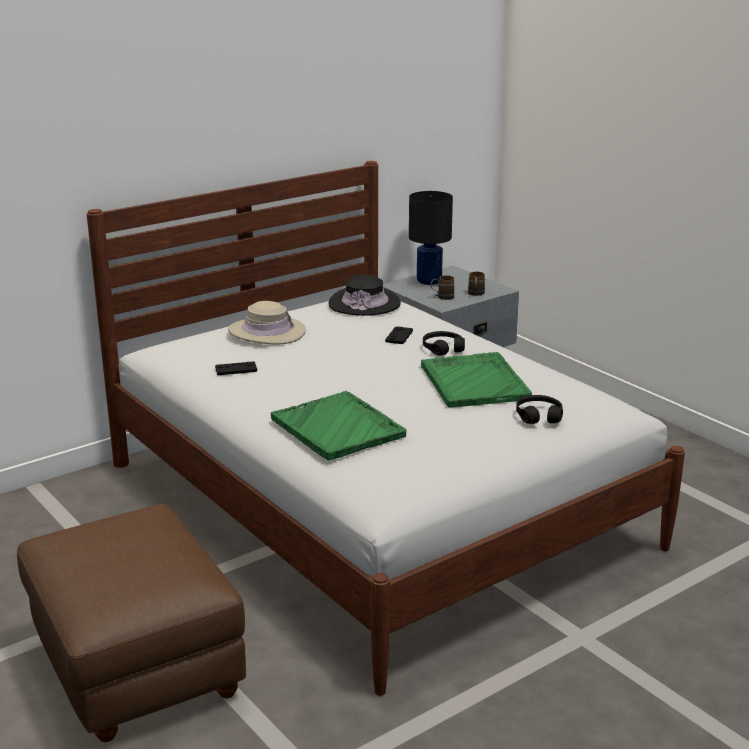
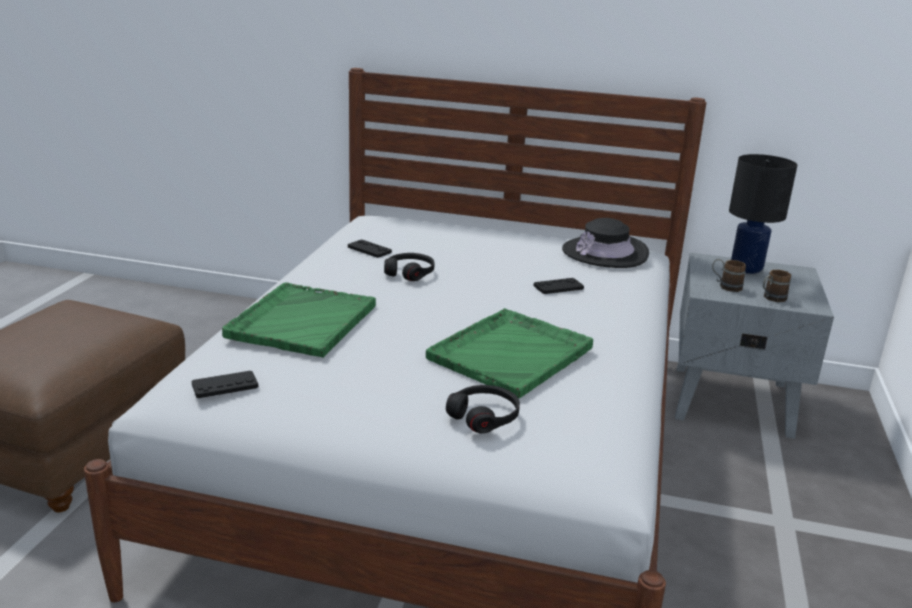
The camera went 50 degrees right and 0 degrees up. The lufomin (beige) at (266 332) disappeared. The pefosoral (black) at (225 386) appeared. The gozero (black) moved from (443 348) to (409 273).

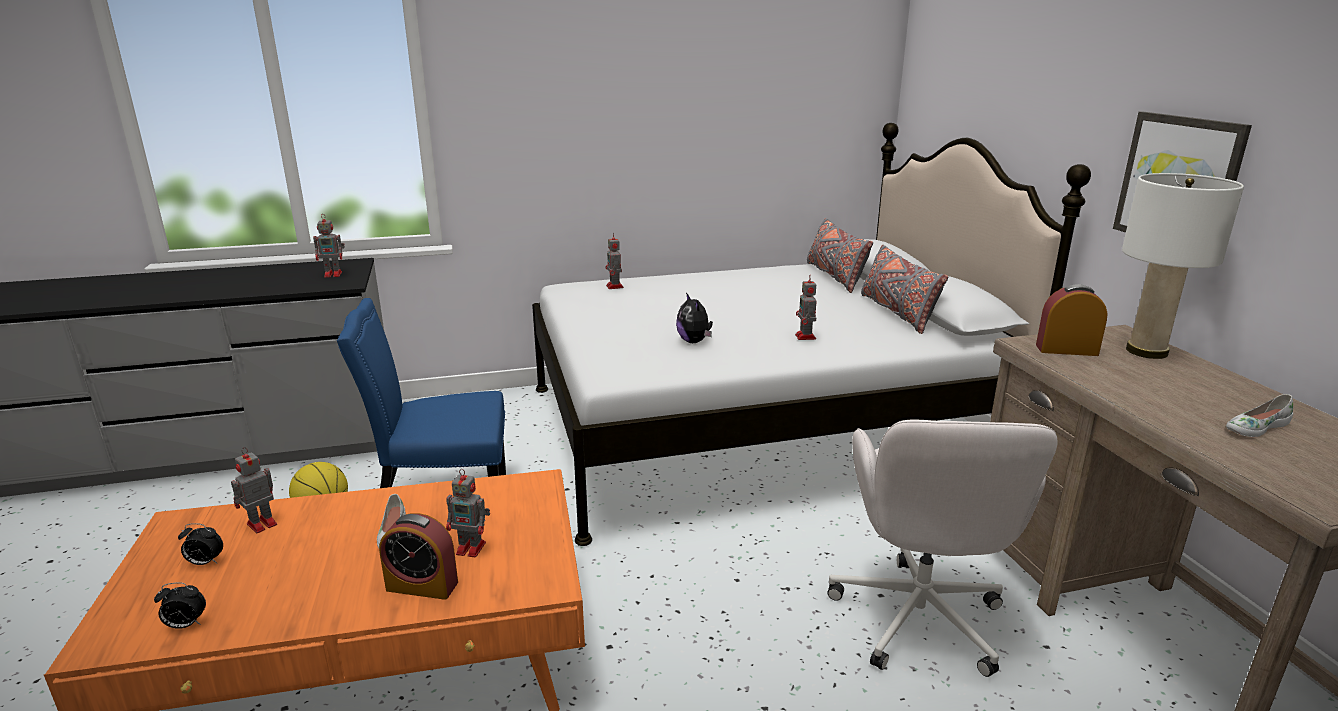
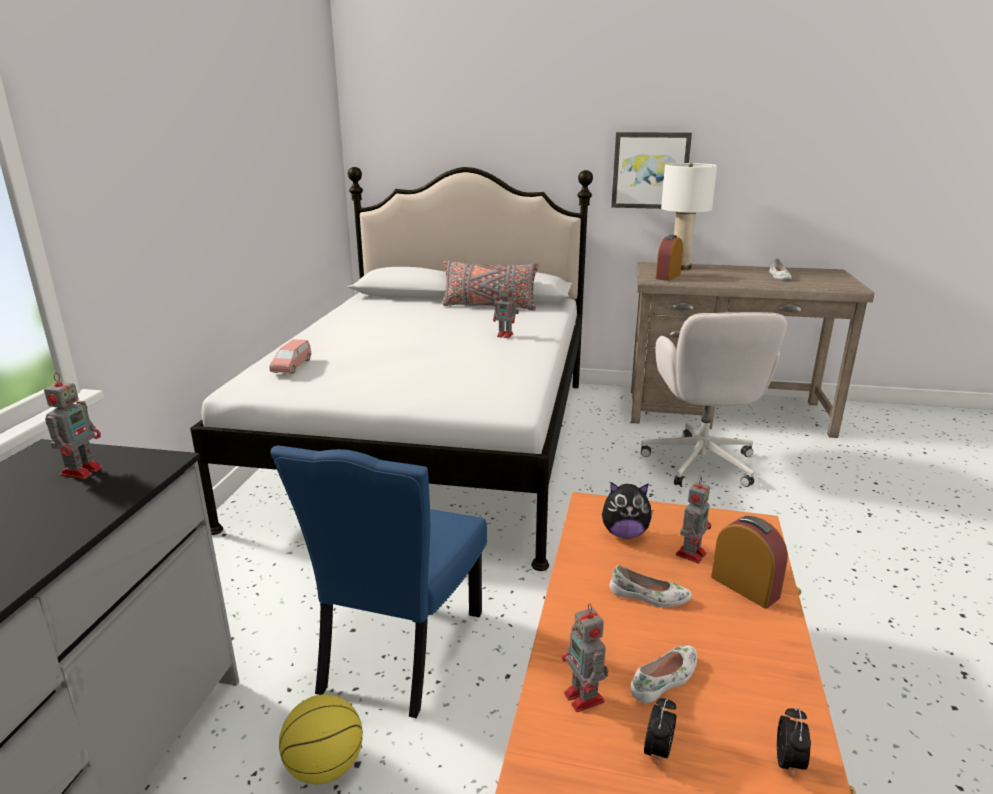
The camera went 65 degrees left and 0 degrees up. The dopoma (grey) at (835 276) disappeared. The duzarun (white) at (665 679) appeared. The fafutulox moved from (694 341) to (624 533). The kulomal at (615 287) was replaced by the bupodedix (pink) at (292 366). The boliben at (422 586) turned 75 degrees counterclockwise. The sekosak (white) at (917 618) turned 60 degrees clockwise.

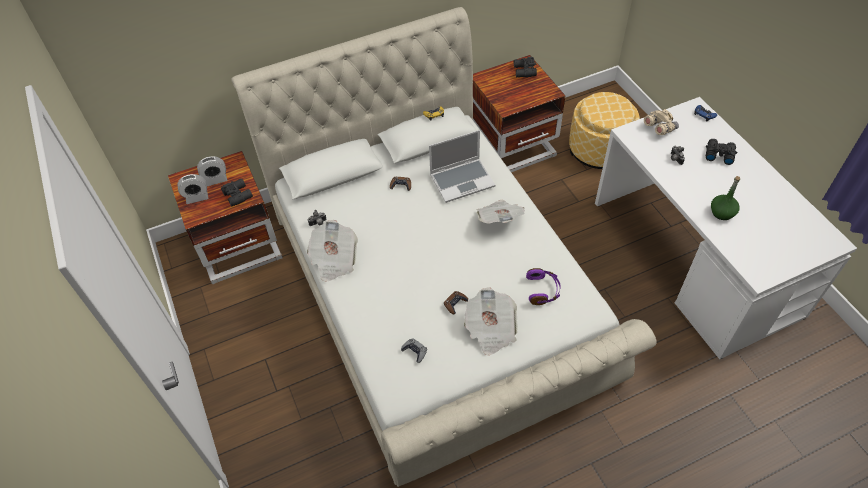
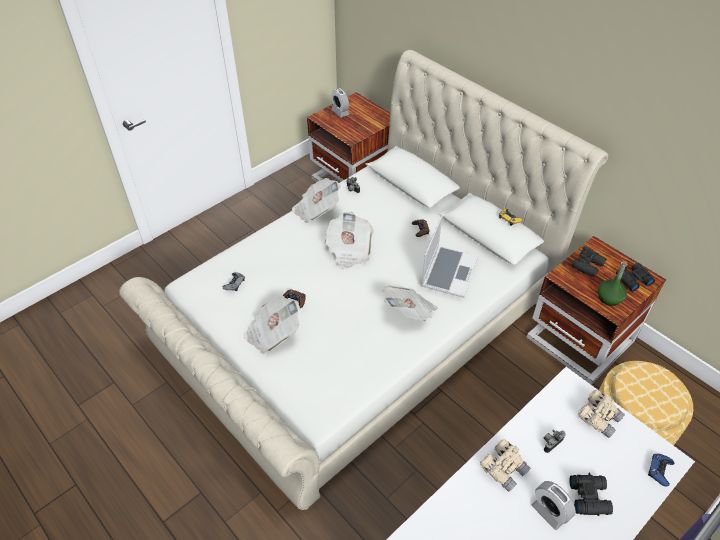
The camera went 70 degrees right and 5 degrees down. The gozero (purple) at (543 290) disappeared. The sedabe at (349 250) appeared. The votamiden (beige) at (503 469) appeared. The boliben moved from (216 179) to (549 512). The votamiden (black) moved from (238 194) to (588 265). The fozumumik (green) moved from (722 212) to (609 298). The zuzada at (462 180) turned 120 degrees counterclockwise.

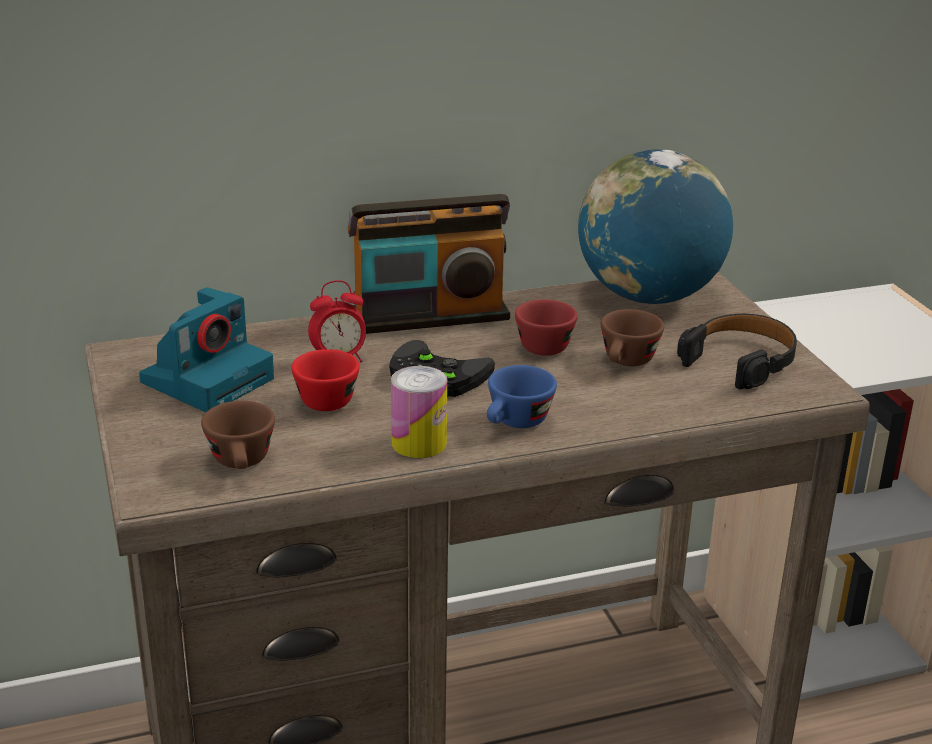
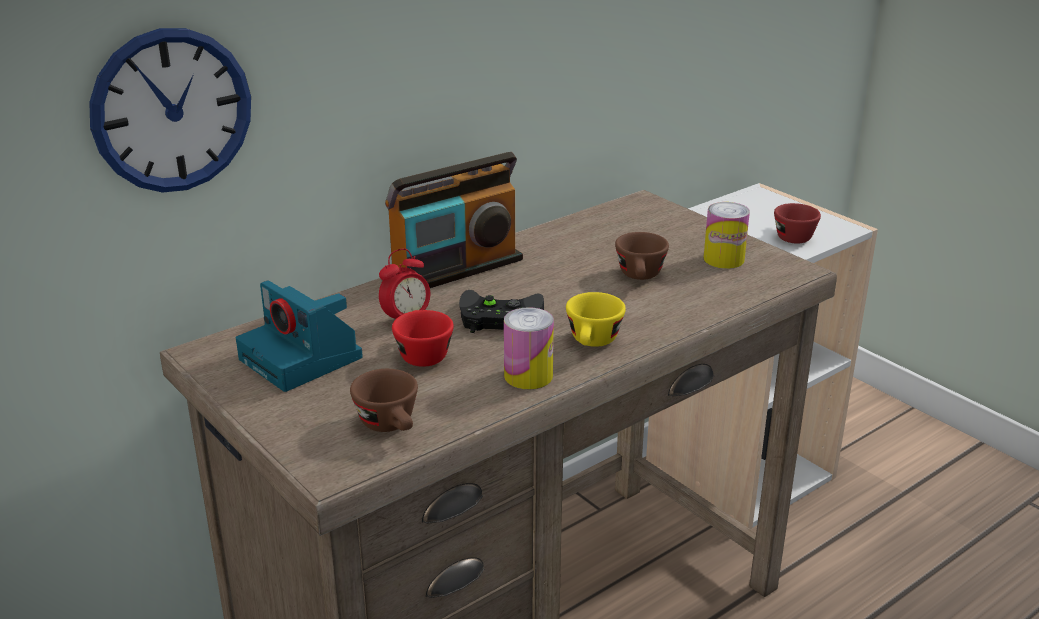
The camera went 20 degrees left and 0 degrees up. The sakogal at (648 297) disappeared. The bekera at (172 111) appeared. The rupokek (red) moved from (545 343) to (791 235). The gozero (black) at (740 361) was replaced by the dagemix at (723 259). The rupokek (blue) at (516 423) became the rupokek (yellow) at (593 343). The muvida at (208 379) turned 120 degrees clockwise.

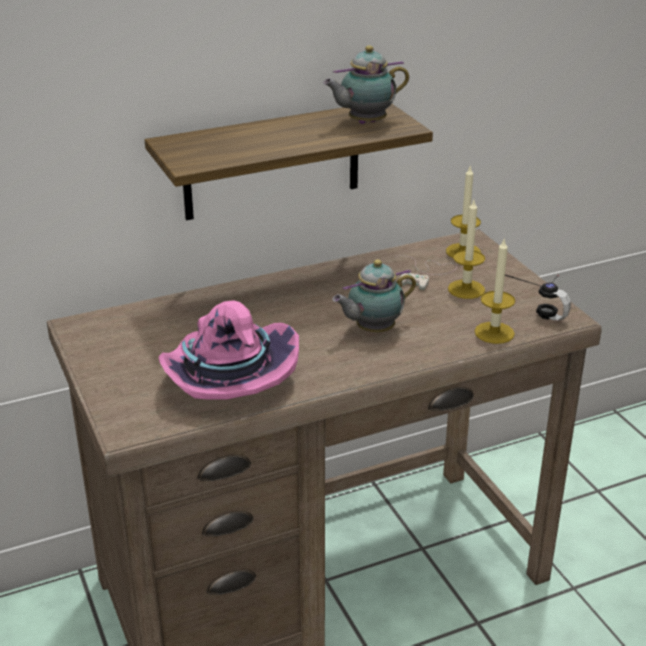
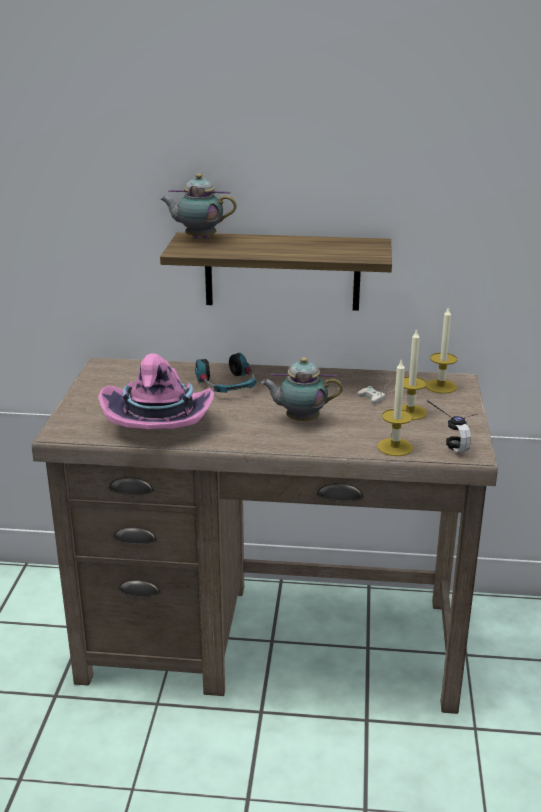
The camera went 30 degrees right and 5 degrees down. The gozero at (227 385) appeared. The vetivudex moved from (364 123) to (198 238).

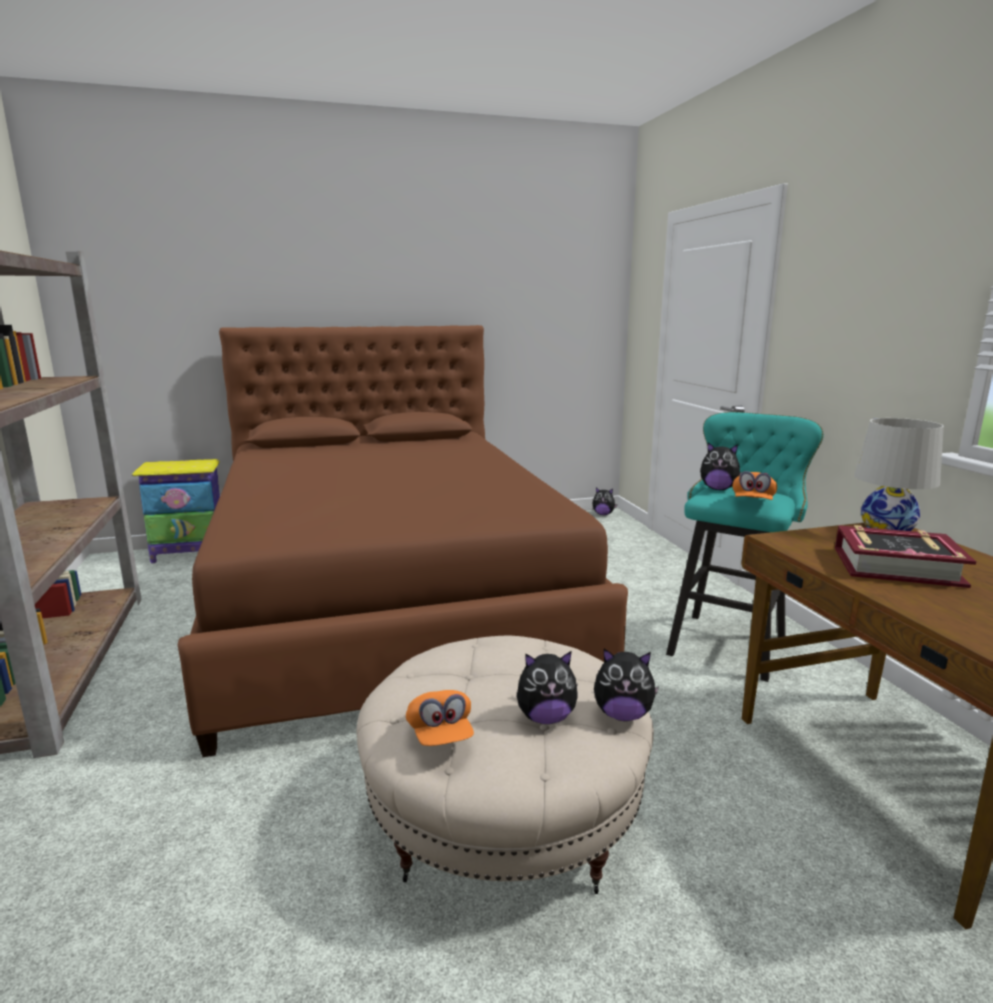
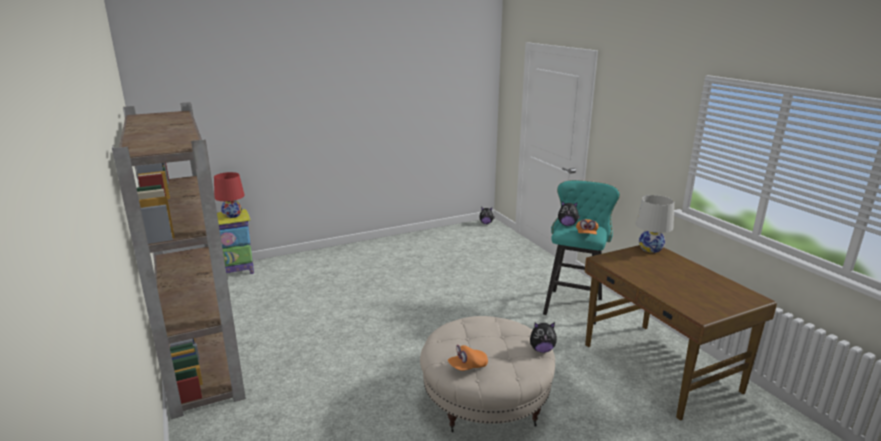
The camera went 10 degrees left and 5 degrees up. The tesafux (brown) at (389 597) disappeared. The fafutulox at (545 717) disappeared. The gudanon at (896 567) disappeared. The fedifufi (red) at (232 215) appeared. The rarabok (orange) at (440 735) turned 90 degrees clockwise.

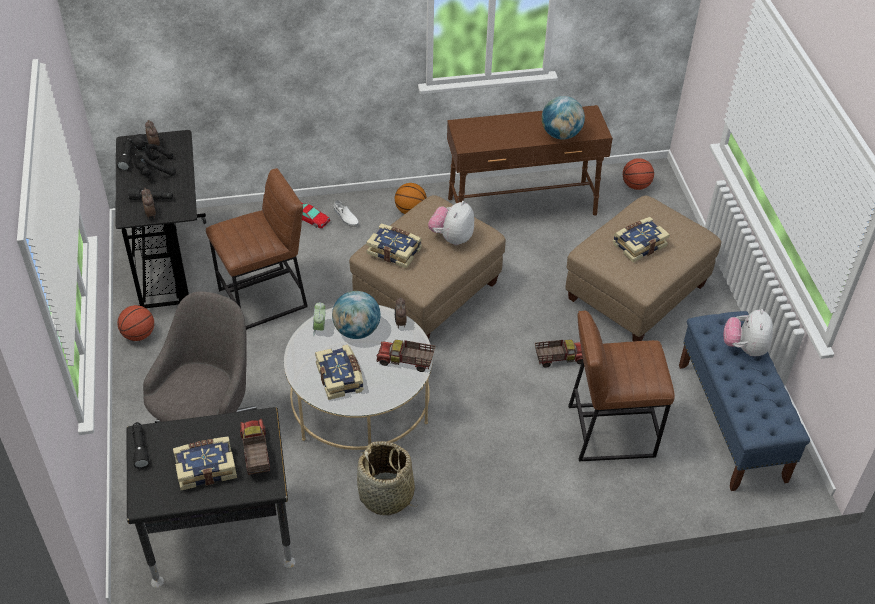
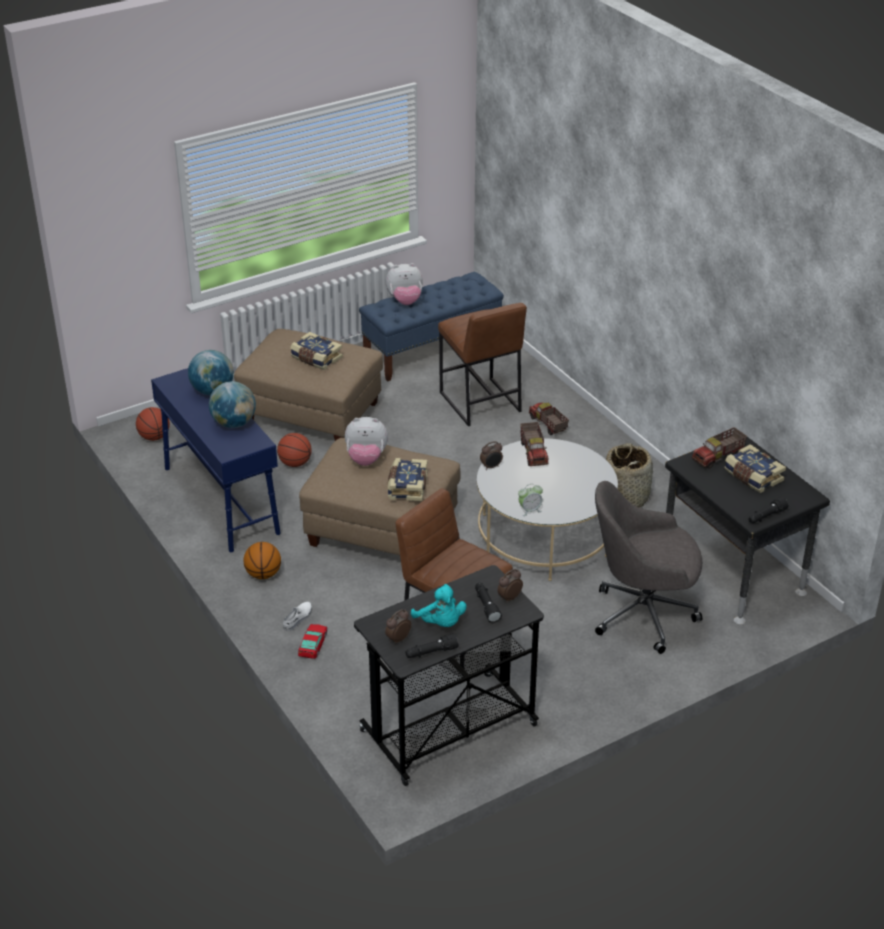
The camera went 110 degrees left and 10 degrees down. The gudanon at (340 377) disappeared. The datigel moved from (138 334) to (295 463). The sakogal moved from (356 331) to (234 423). The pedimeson moved from (559 358) to (547 425). The fafutulox (black) at (153 170) became the fafutulox (turquoise) at (441 623). The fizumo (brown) at (522 207) became the fizumo (blue) at (222 500).

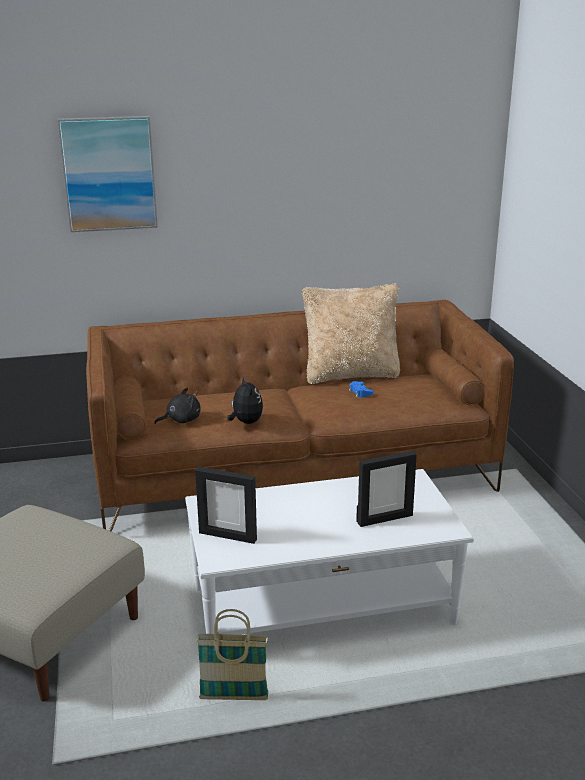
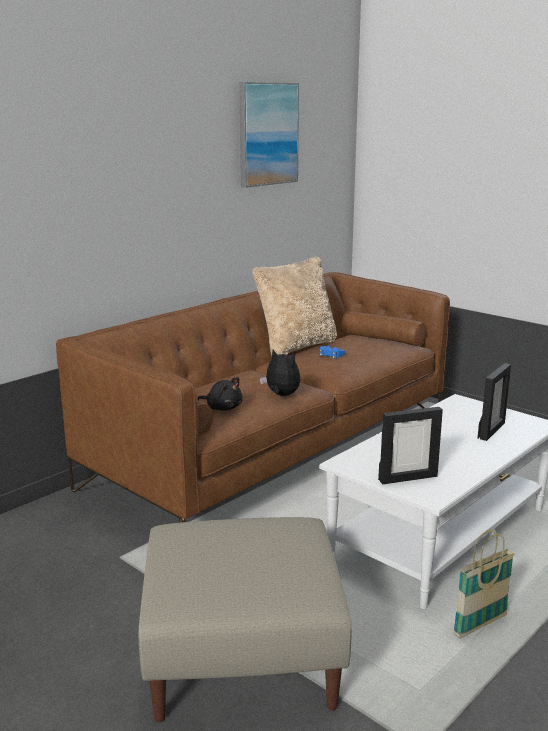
The camera went 35 degrees left and 5 degrees down. The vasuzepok moved from (109 174) to (267 134). The fafutulox (black) at (181 420) turned 90 degrees clockwise.

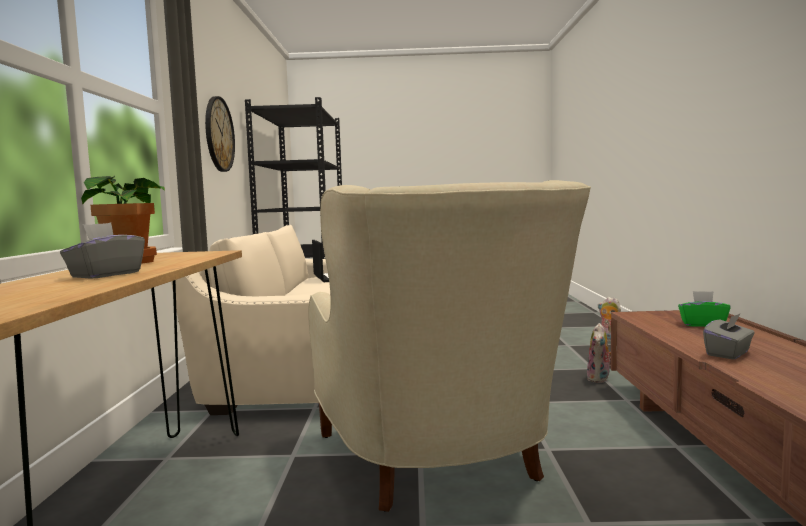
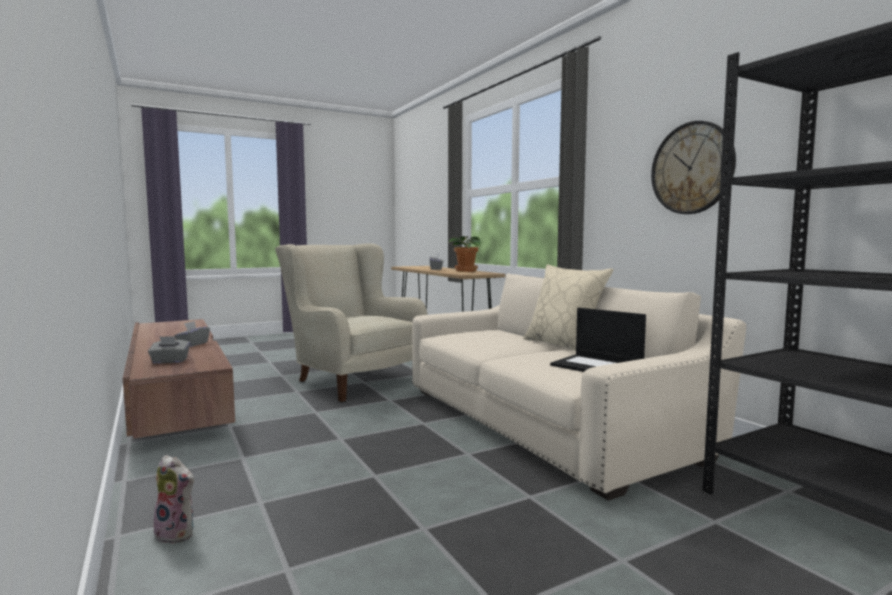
The camera went 150 degrees right and 0 degrees up. The fafutulox at (600 379) disappeared. The dopoma (beige) at (564 345) appeared. The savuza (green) at (702 324) became the savuza (grey) at (170 361).

